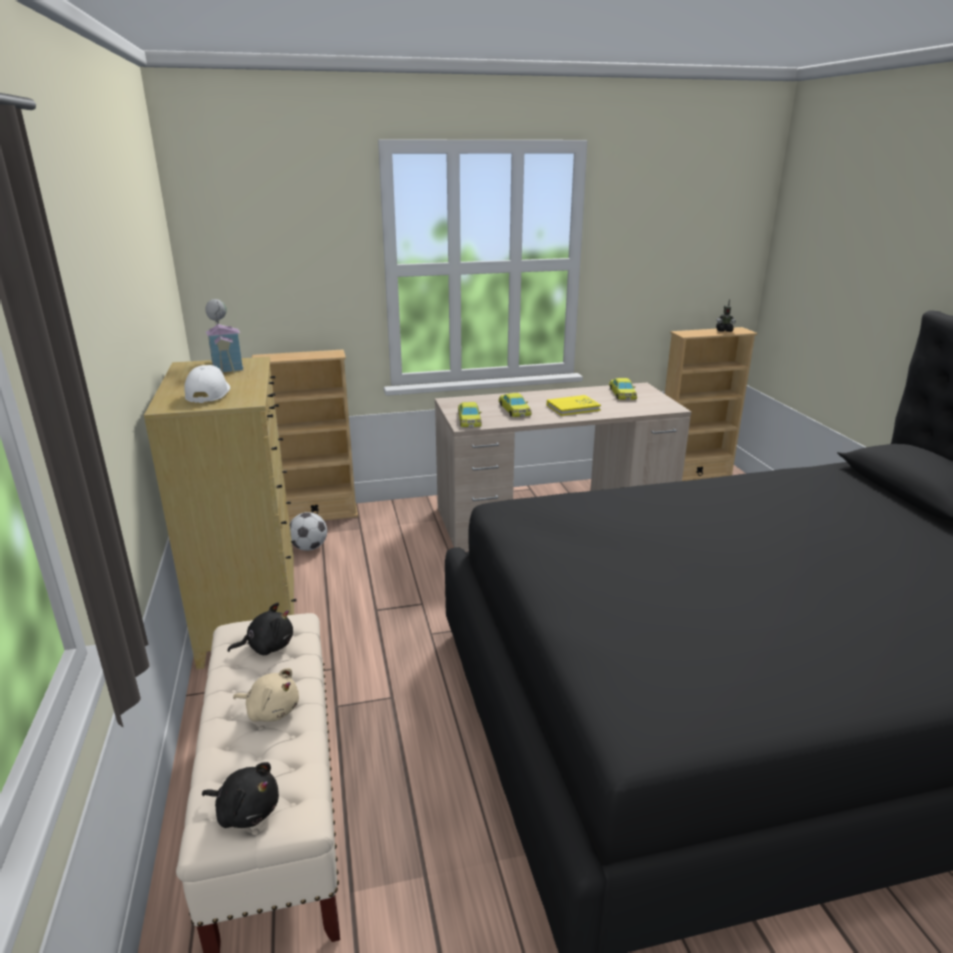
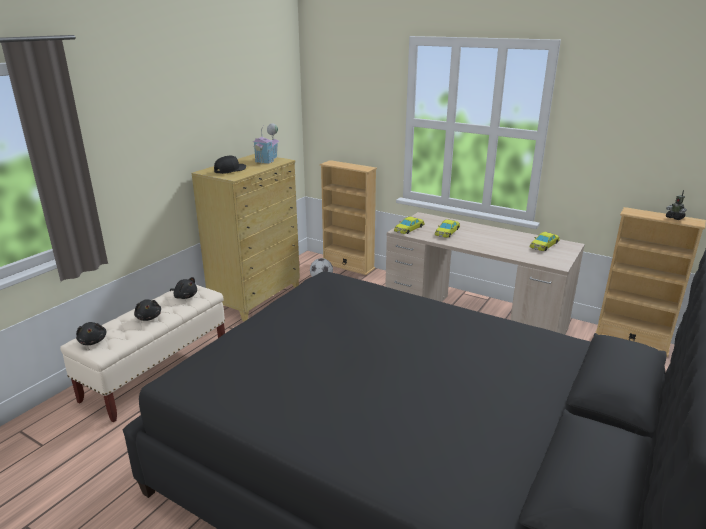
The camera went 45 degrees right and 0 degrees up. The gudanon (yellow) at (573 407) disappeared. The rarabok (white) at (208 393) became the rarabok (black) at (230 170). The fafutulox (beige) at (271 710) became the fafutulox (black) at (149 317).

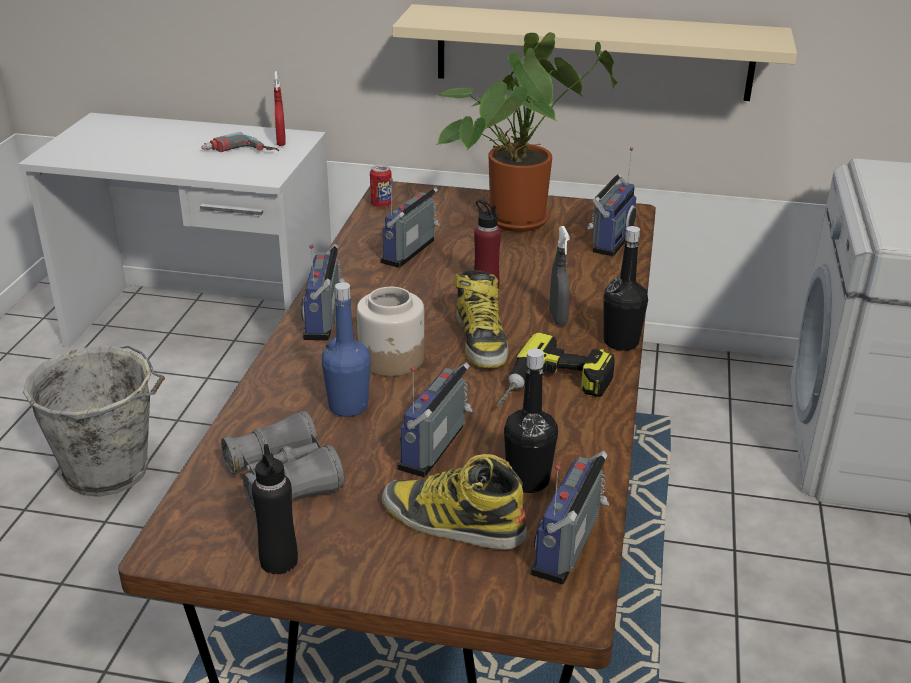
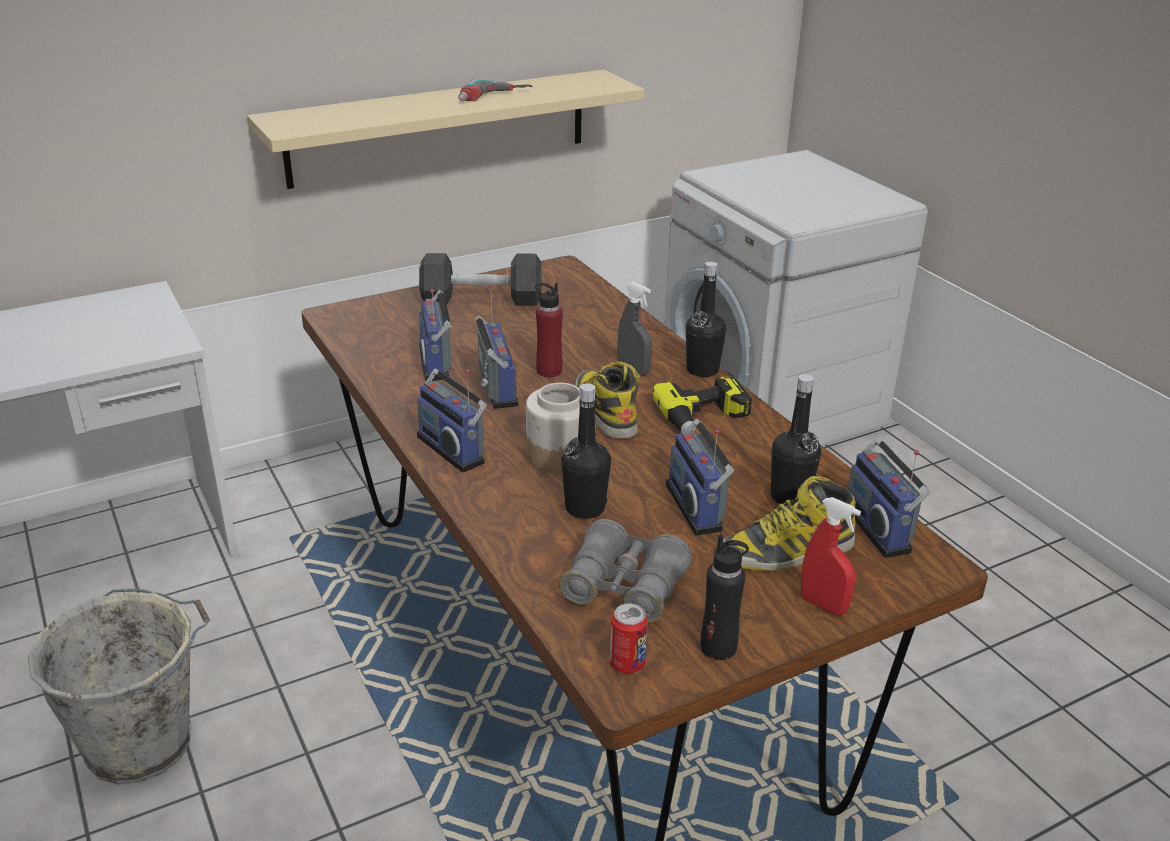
The camera went 40 degrees left and 0 degrees up. The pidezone moved from (239 153) to (494 98). The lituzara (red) moved from (281 142) to (823 605). The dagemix moved from (381 205) to (627 664). The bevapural moved from (610 240) to (495 389). The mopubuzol at (519 217) was replaced by the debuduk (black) at (482 300). The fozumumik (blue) at (348 406) became the fozumumik (black) at (585 508). The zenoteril at (481 340) turned 150 degrees counterclockwise.

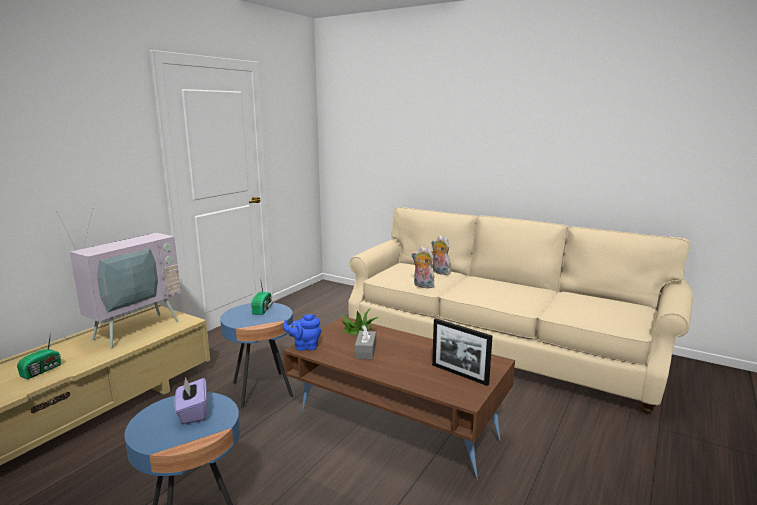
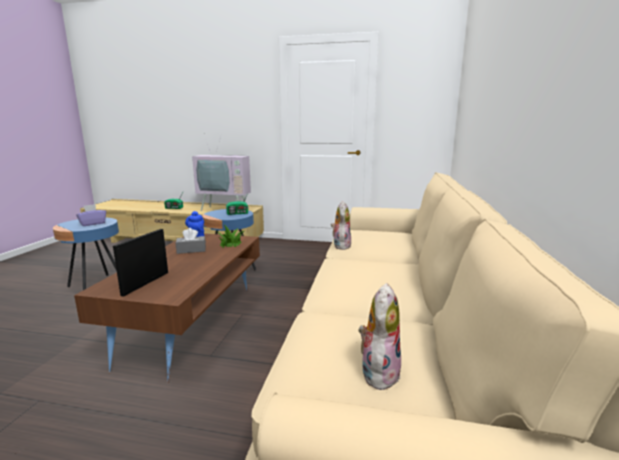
The camera went 70 degrees right and 0 degrees up. The fafutulox moved from (440 272) to (378 372).

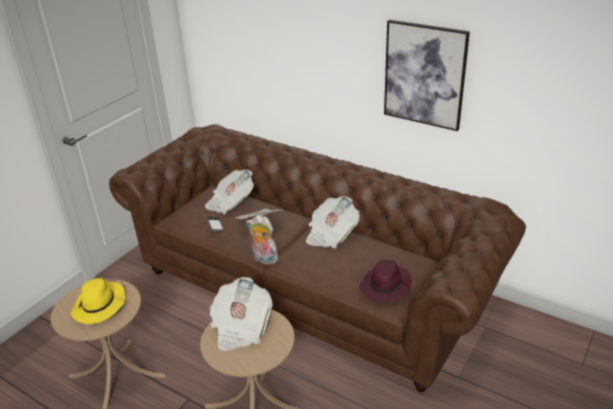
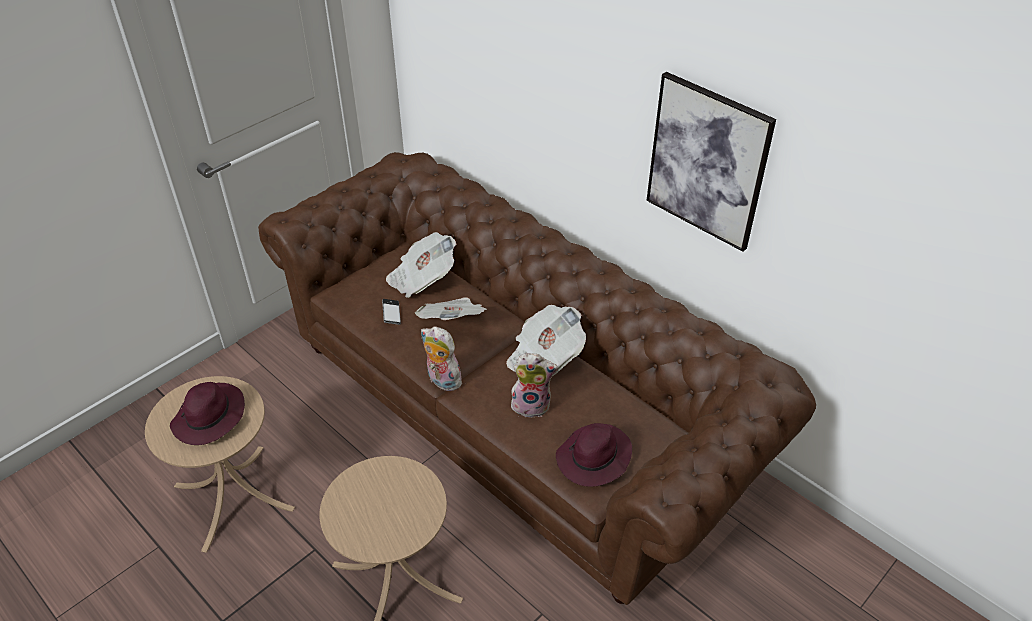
The camera went 10 degrees right and 10 degrees up. The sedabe at (240 328) disappeared. The fafutulox at (532 404) appeared. The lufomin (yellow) at (99 306) became the lufomin (purple) at (209 418).

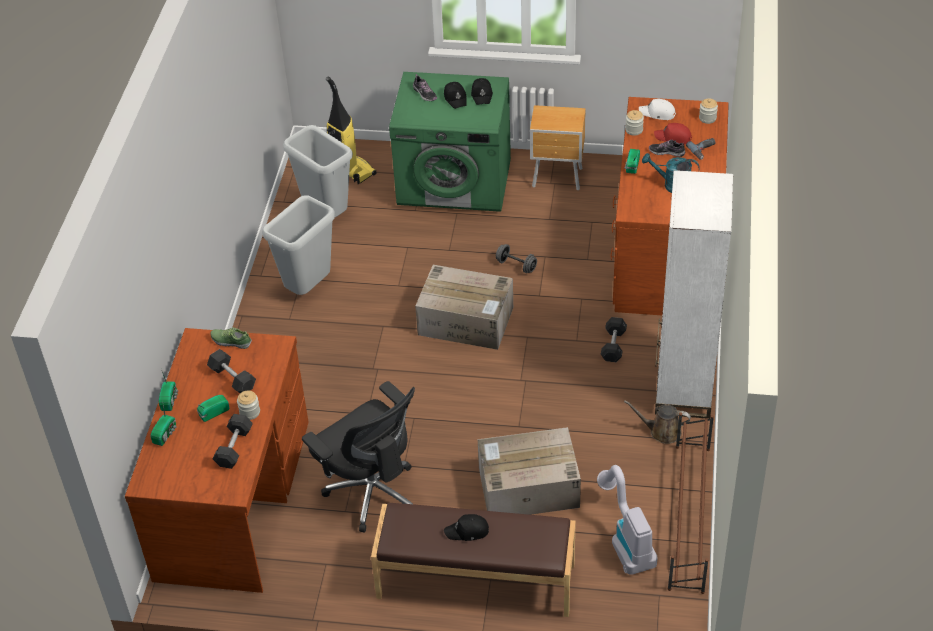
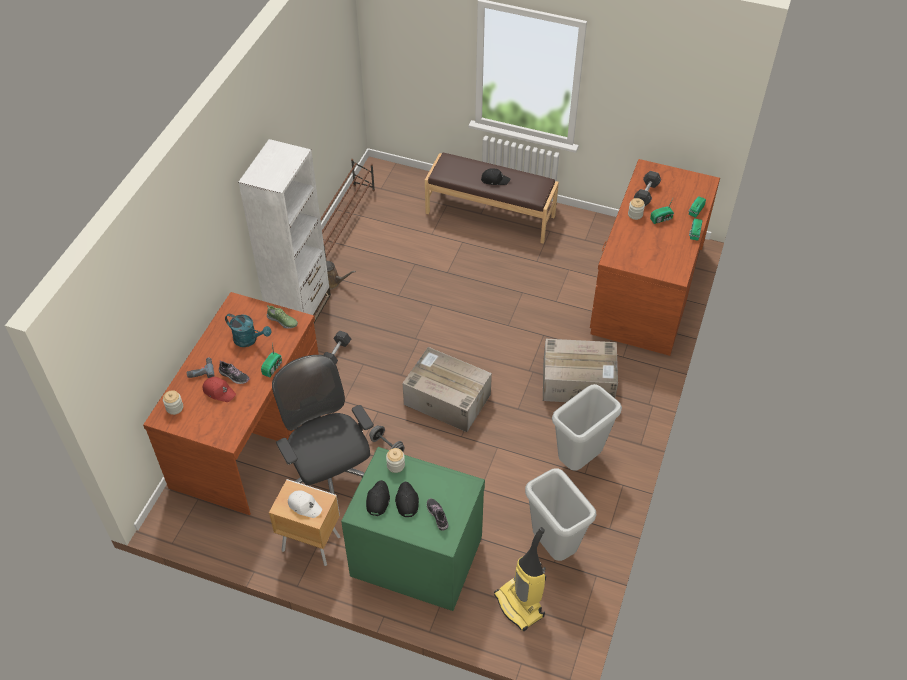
The camera went 170 degrees left and 5 degrees up. The debuduk (grey) at (232 378) disappeared. The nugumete at (625 540) disappeared. The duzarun moved from (231 341) to (282 321). The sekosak moved from (371 492) to (329 474). The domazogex moved from (527 488) to (579 382). The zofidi moved from (634 130) to (395 465). The rarabok (white) moved from (657 113) to (304 505).

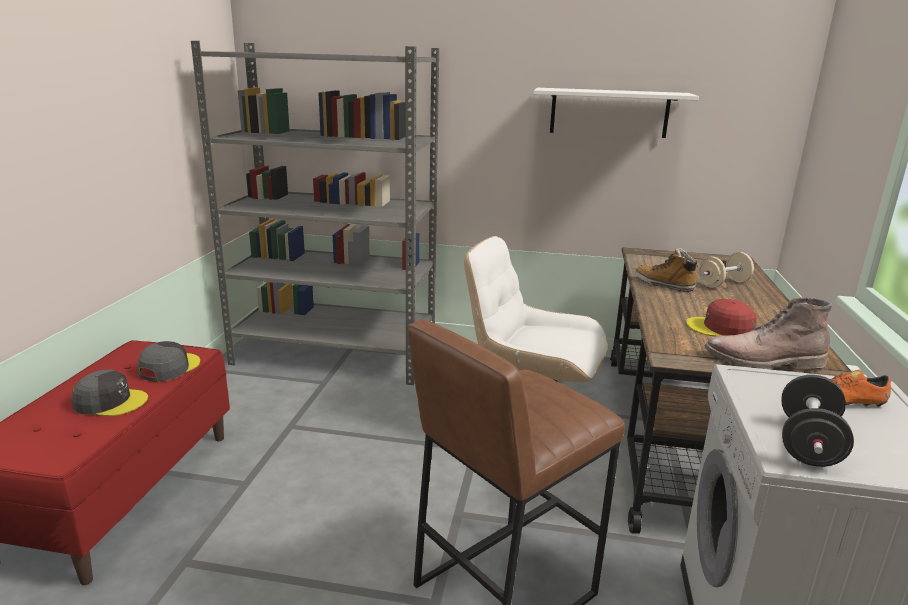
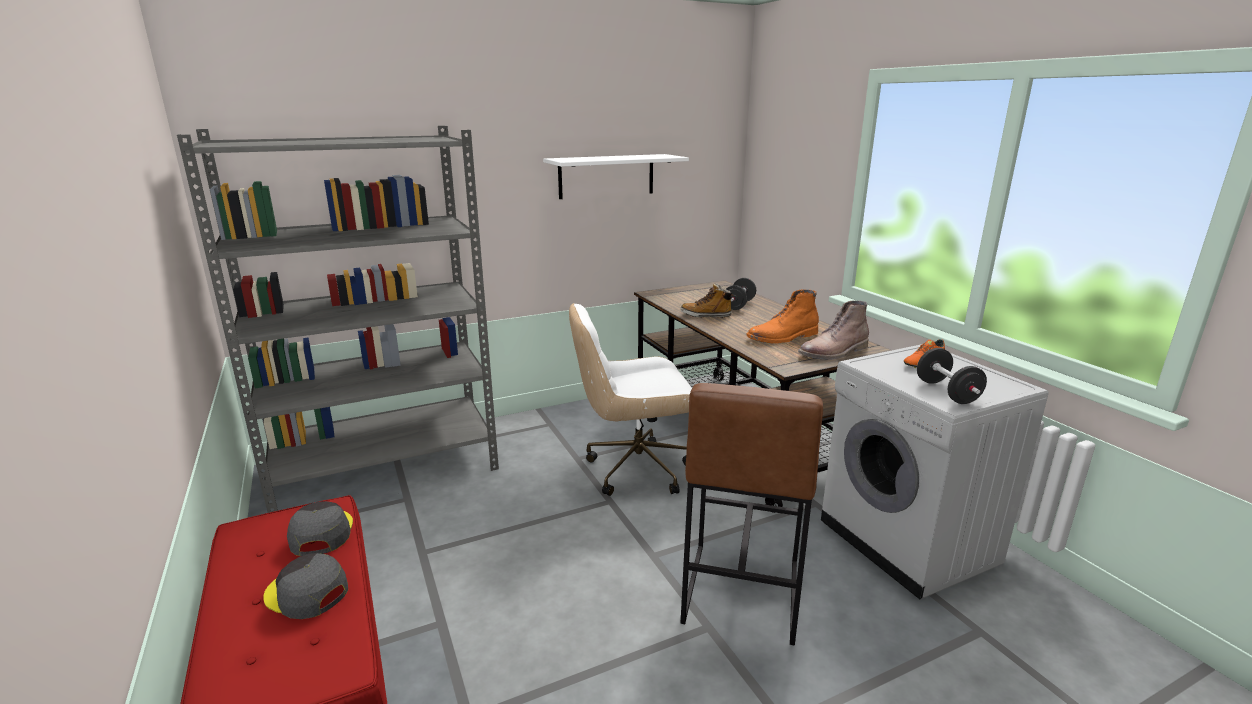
The camera went 35 degrees left and 0 degrees up. The rarabok (red) at (720 328) was replaced by the zenoteril (orange) at (782 338). The debuduk (beige) at (723 284) became the debuduk (black) at (738 305). The rarabok (grey) at (110 402) turned 120 degrees counterclockwise.

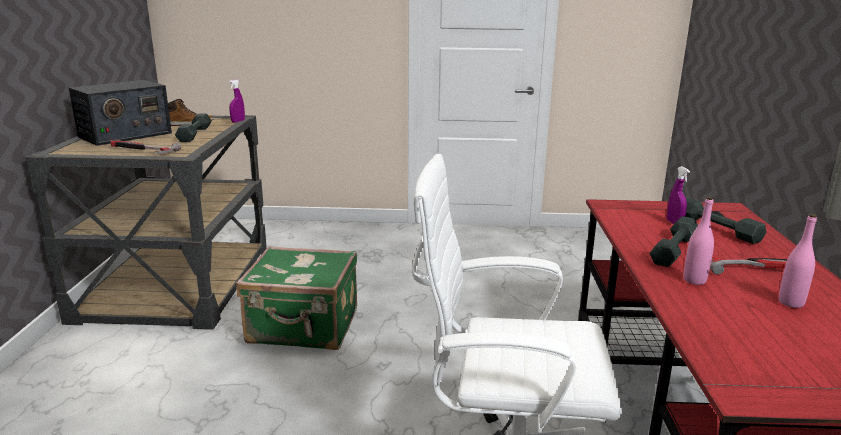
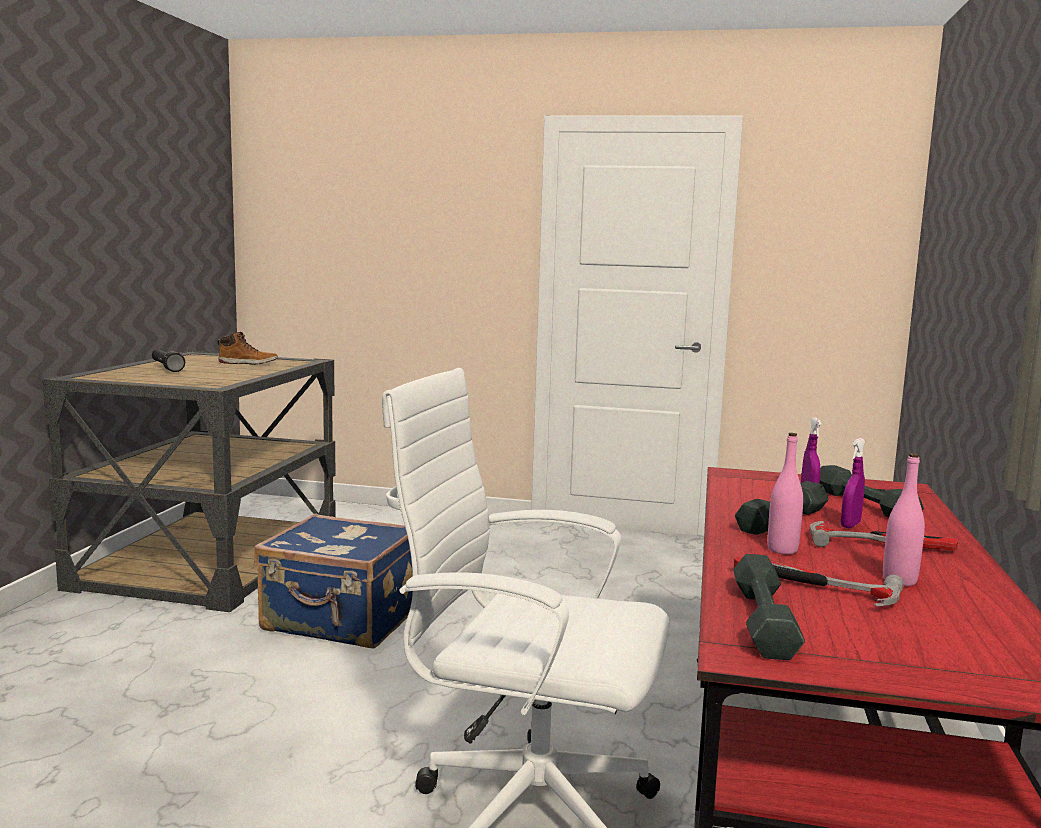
The camera went 10 degrees right and 10 degrees down. The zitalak moved from (141 150) to (812 587). The debuduk (grey) moved from (194 134) to (763 620). The lituzara (purple) moved from (238 121) to (850 525). The bevapural at (124 135) was replaced by the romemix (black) at (166 368). The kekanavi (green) at (304 328) became the kekanavi (blue) at (341 621).

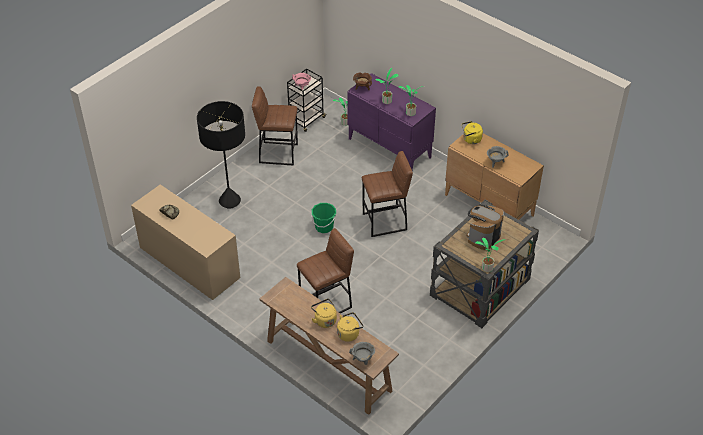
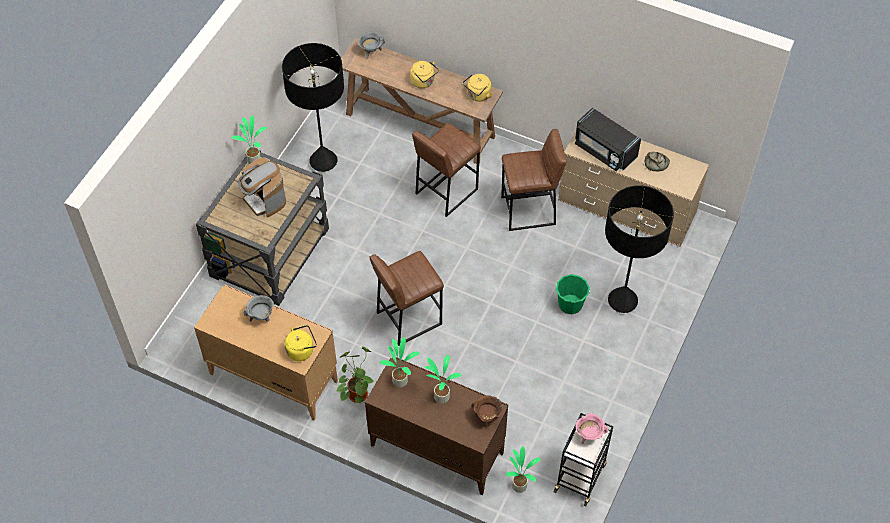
The camera went 165 degrees right and 10 degrees up. The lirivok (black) at (323 163) appeared. The mopubuzol at (357 393) appeared. The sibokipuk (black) at (604 150) appeared. The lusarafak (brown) moved from (277 153) to (529 210). The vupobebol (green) moved from (324 227) to (570 304). The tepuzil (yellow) moved from (349 333) to (477 95). The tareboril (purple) at (389 148) became the tareboril (brown) at (437 449). The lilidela at (483 236) turned 120 degrees clockwise.

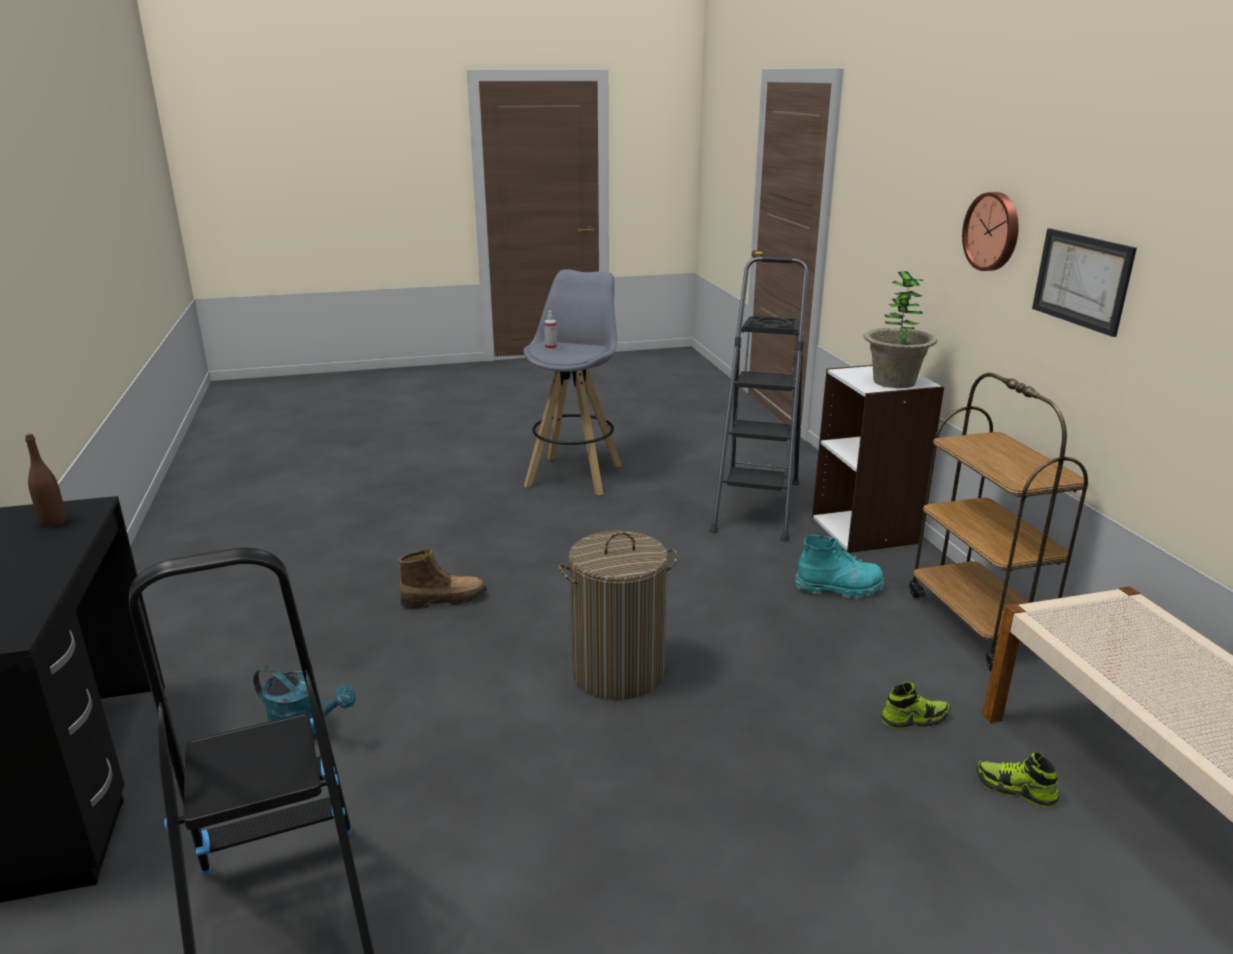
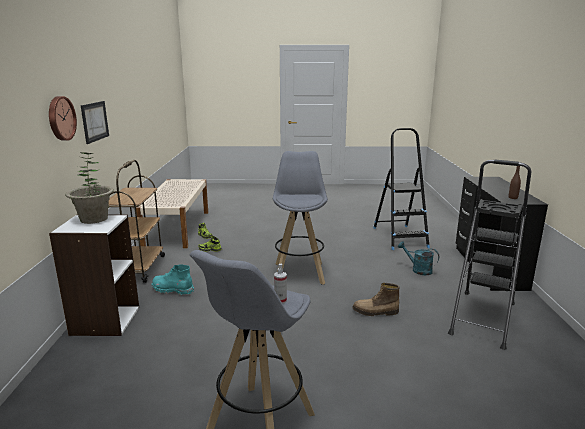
The camera went 165 degrees left and 5 degrees down. The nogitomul moved from (757 505) to (482 318). The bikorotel at (618 672) was replaced by the lusarafak (grey) at (299 272).

